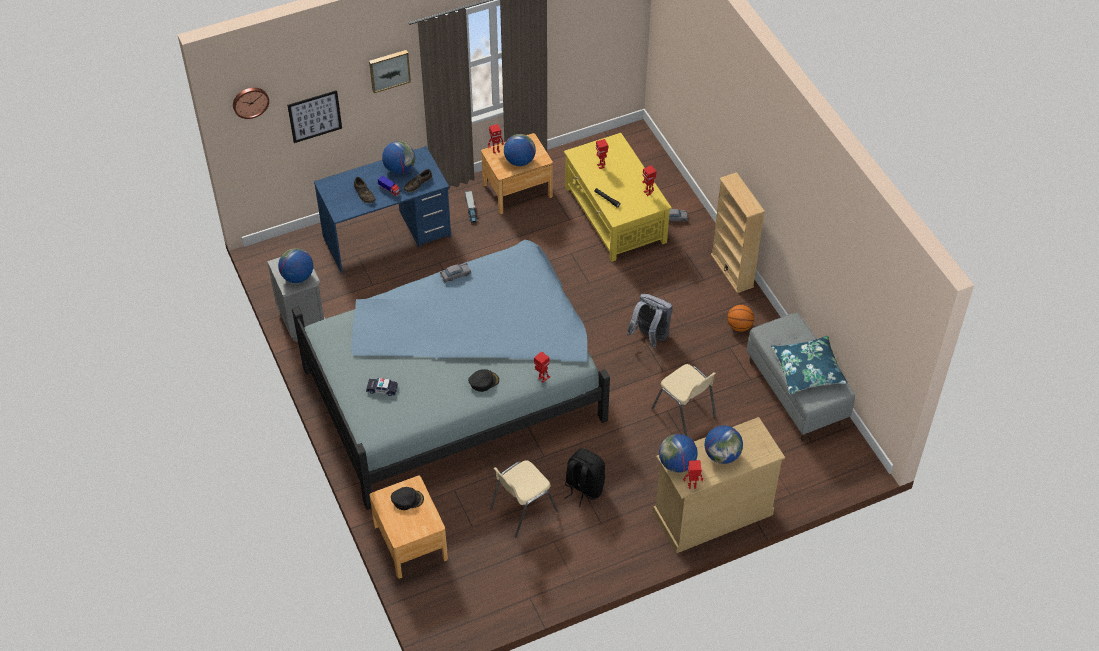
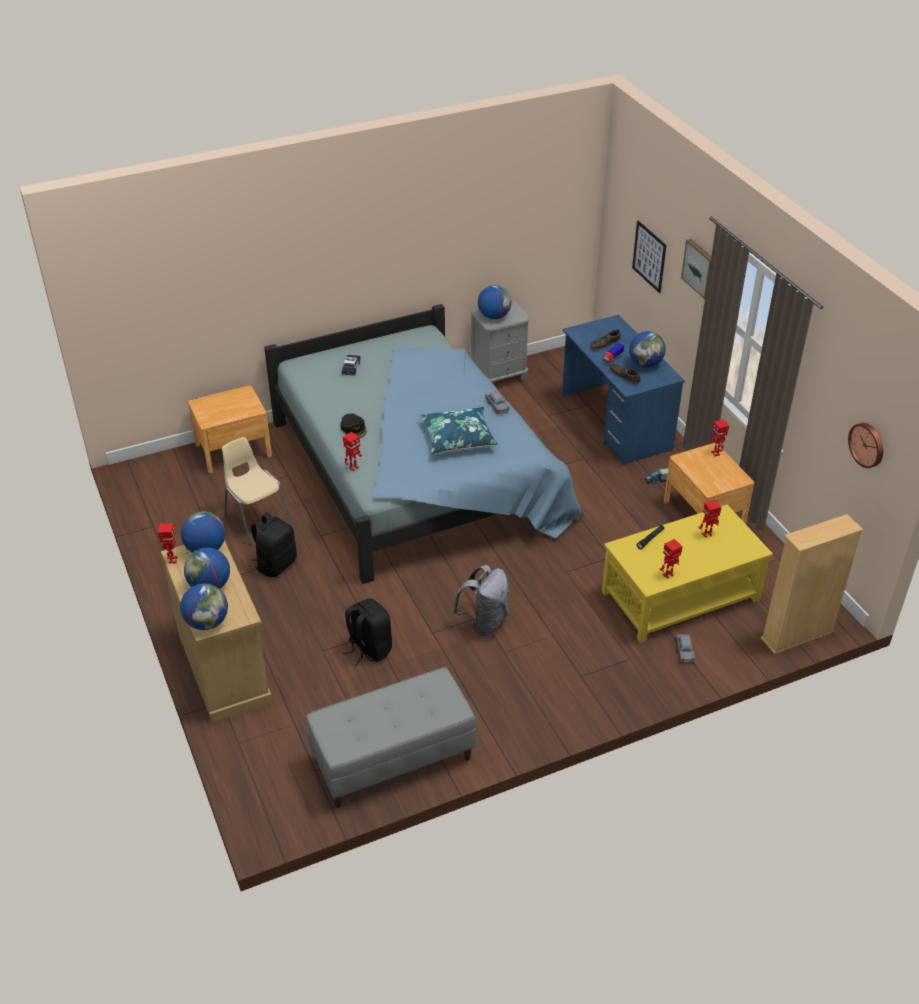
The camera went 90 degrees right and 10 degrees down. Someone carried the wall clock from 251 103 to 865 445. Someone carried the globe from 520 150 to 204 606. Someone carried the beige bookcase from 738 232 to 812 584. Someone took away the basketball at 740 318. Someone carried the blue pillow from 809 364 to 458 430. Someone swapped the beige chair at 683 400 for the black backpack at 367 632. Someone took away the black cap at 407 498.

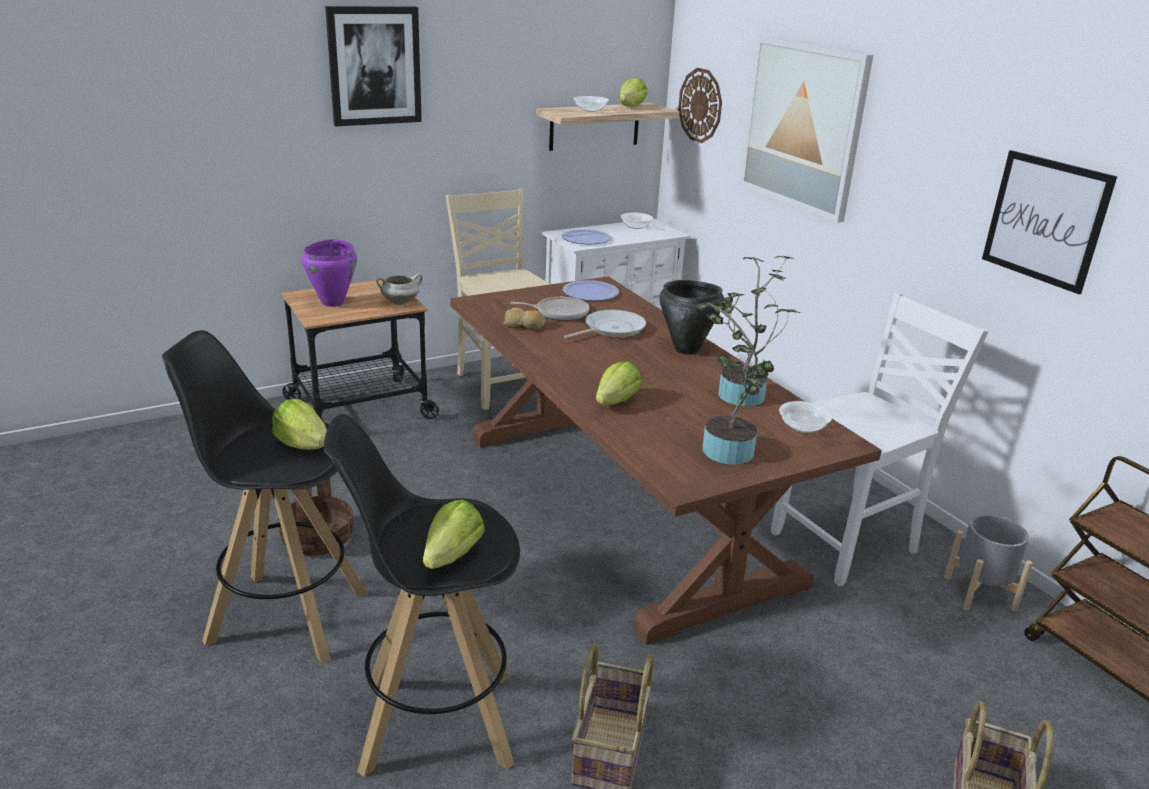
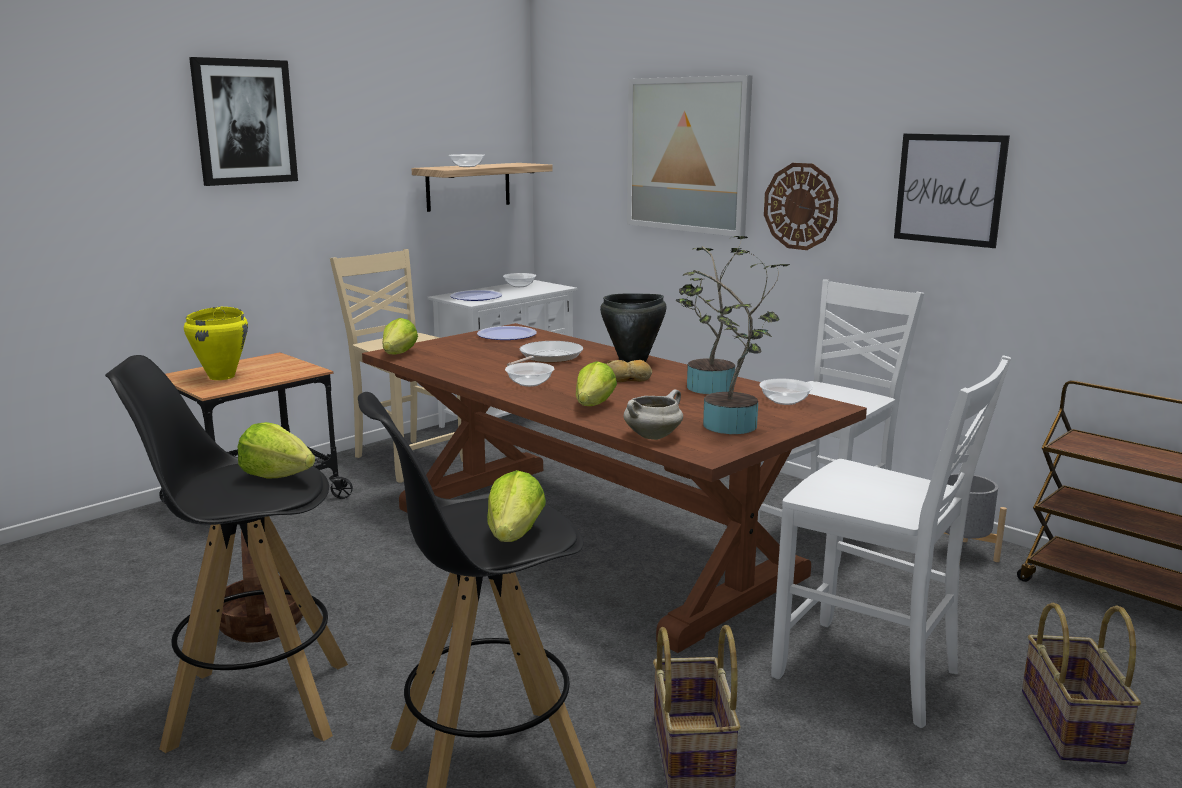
The camera went 15 degrees left and 10 degrees down. Someone carried the wall clock from 700 105 to 801 206. Someone carried the lettuce from 633 91 to 400 336. Someone repainted the purple cooking pot at 329 273, which became the yellow cooking pot at 216 343. Someone carried the white cooking pot from 399 289 to 653 414. Someone took away the frying pan at 550 309. Someone carried the bread from 525 319 to 629 371. Someone put down the white chair at 891 541. Someone put down the bowl at 529 374.

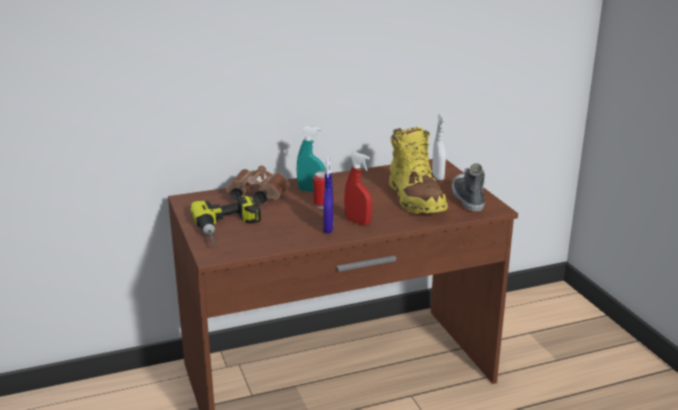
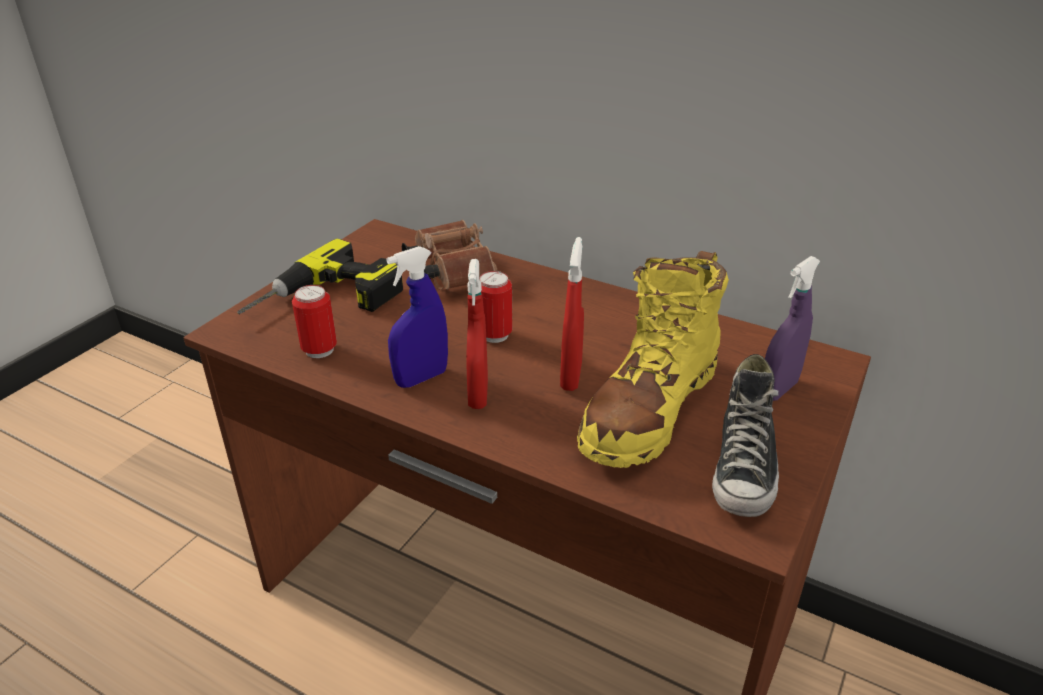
The camera went 50 degrees right and 10 degrees up. Someone repainted the white spray bottle at 439 147, which became the purple spray bottle at 792 328. Someone took away the turquoise spray bottle at 311 159. Someone rotated the shoe at 468 187 by 150 degrees clockwise. Someone put down the red spray bottle at 572 314. Someone put down the can at 314 321.

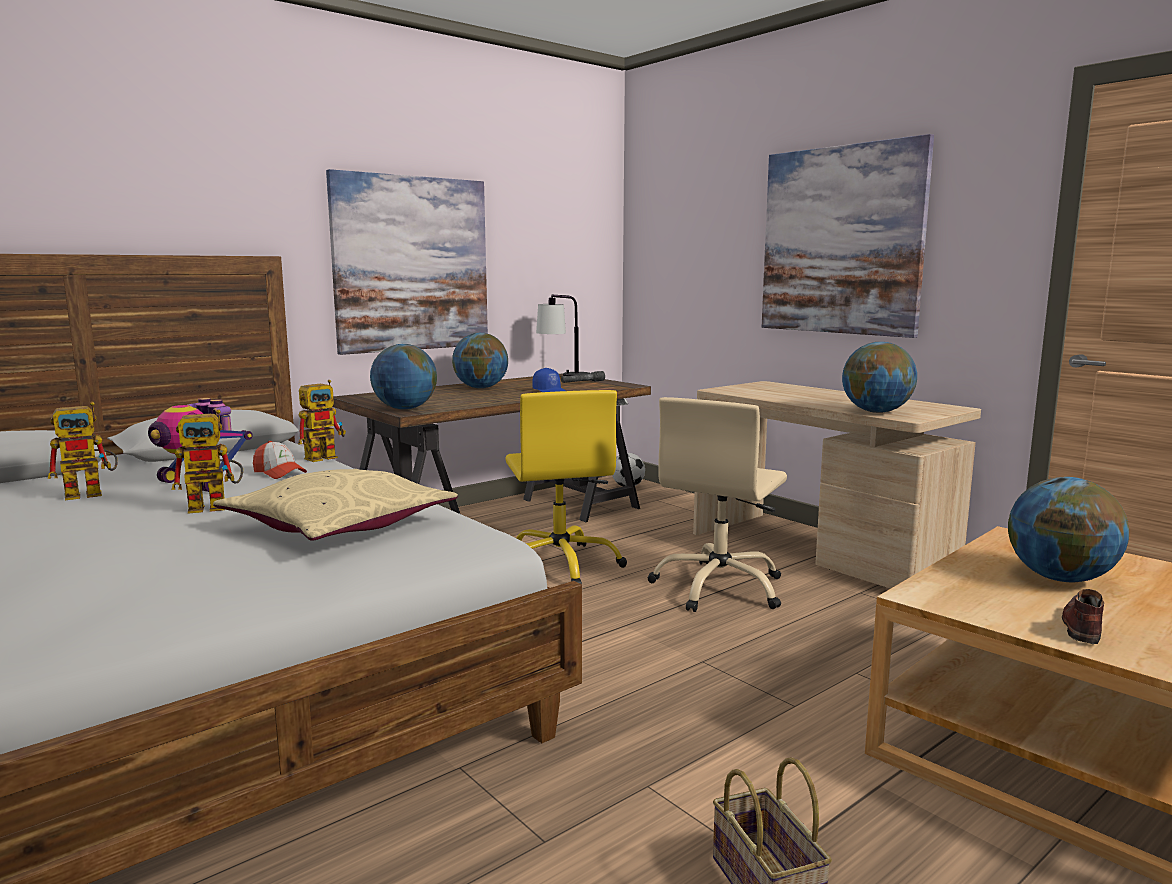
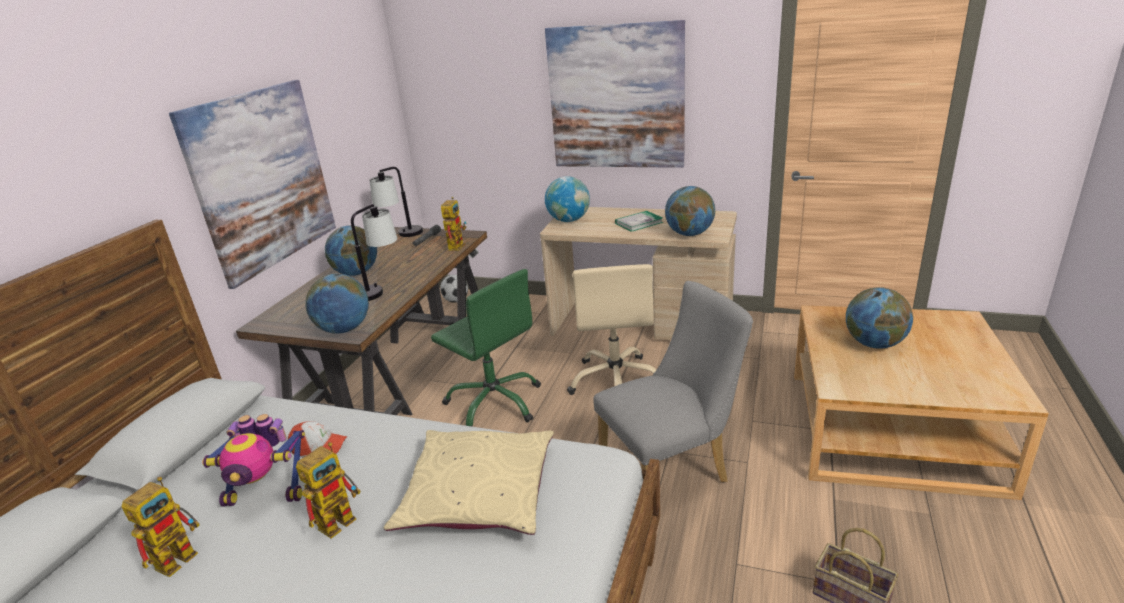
The camera went 30 degrees left and 15 degrees up. Someone took away the blue cap at 549 380. Someone carried the toy robot from 322 421 to 454 224. Someone repainted the yellow office chair at 566 487, which became the green office chair at 486 348. Someone took away the brown shoe at 1083 616. Someone put down the globe at 567 199. Someone put down the table lamp at 374 252. Someone put down the book at 639 221. Someone put down the grey chair at 673 381.

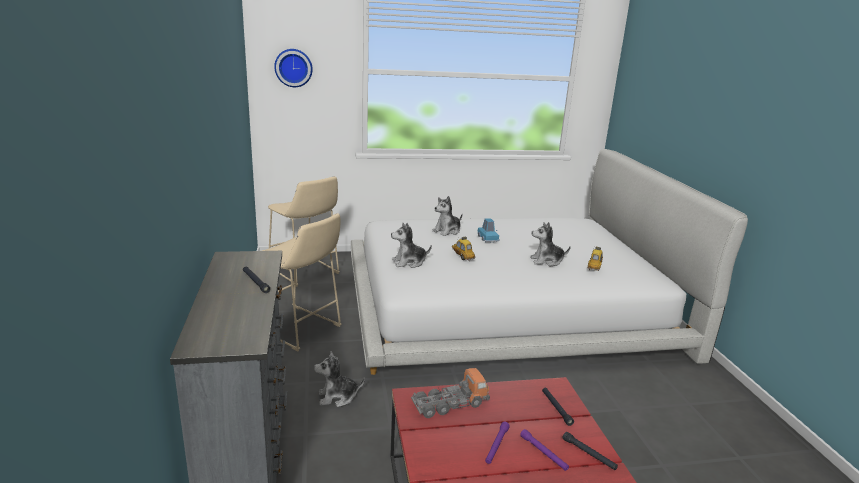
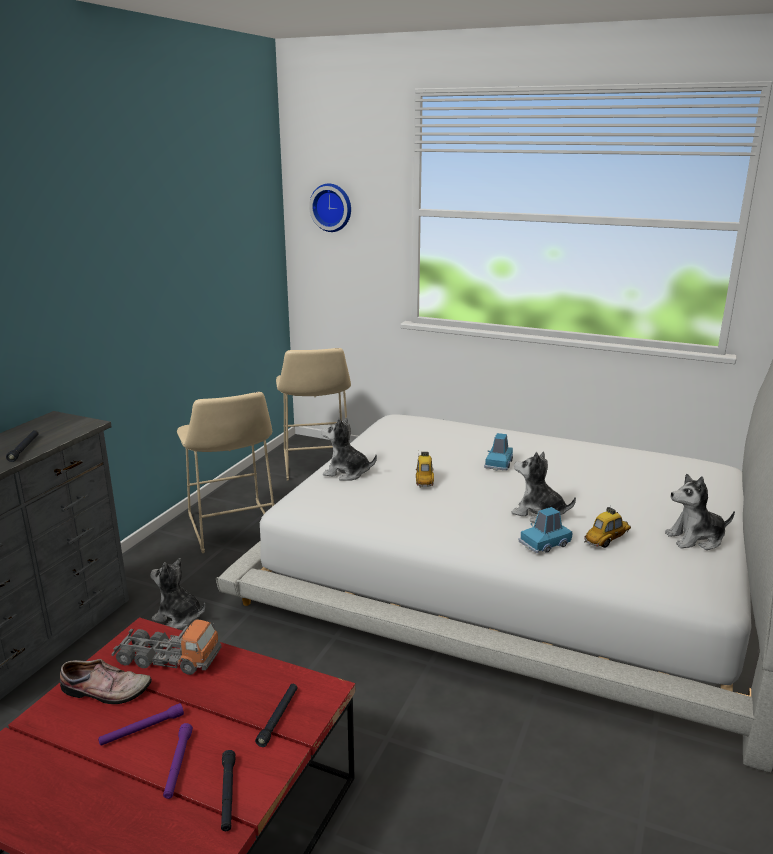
The camera went 35 degrees right and 0 degrees up. Someone carried the plush toy from 447 216 to 700 512. Someone put down the blue toy car at 545 530. Someone put down the shoe at 106 681.

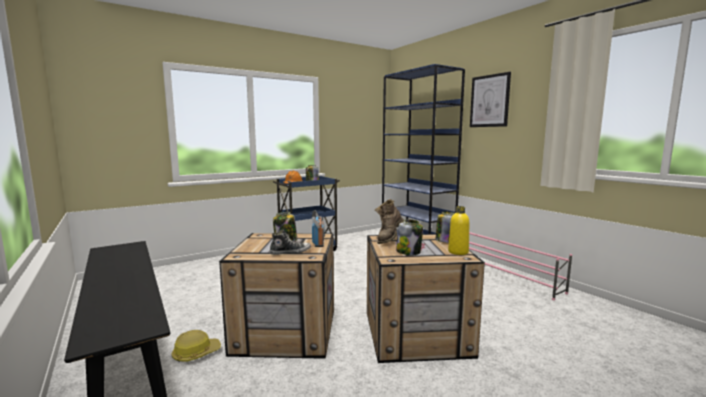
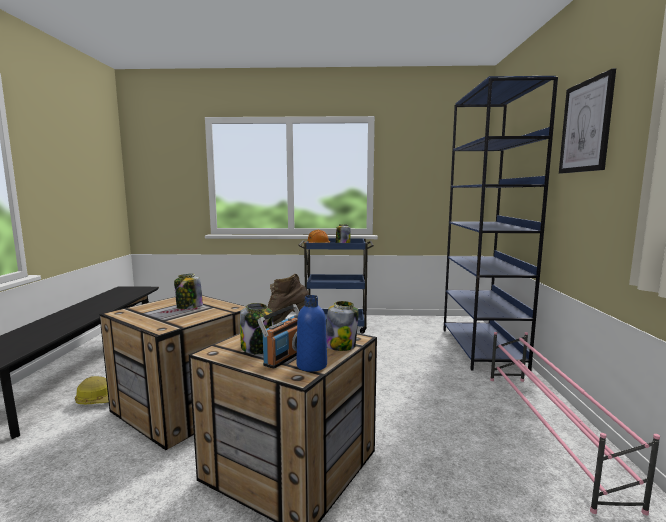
The camera went 35 degrees right and 0 degrees up. Someone repainted the yellow bottle at 458 230, which became the blue bottle at 312 333. Someone carried the radio from 318 228 to 278 336. Someone took away the shoe at 290 242.

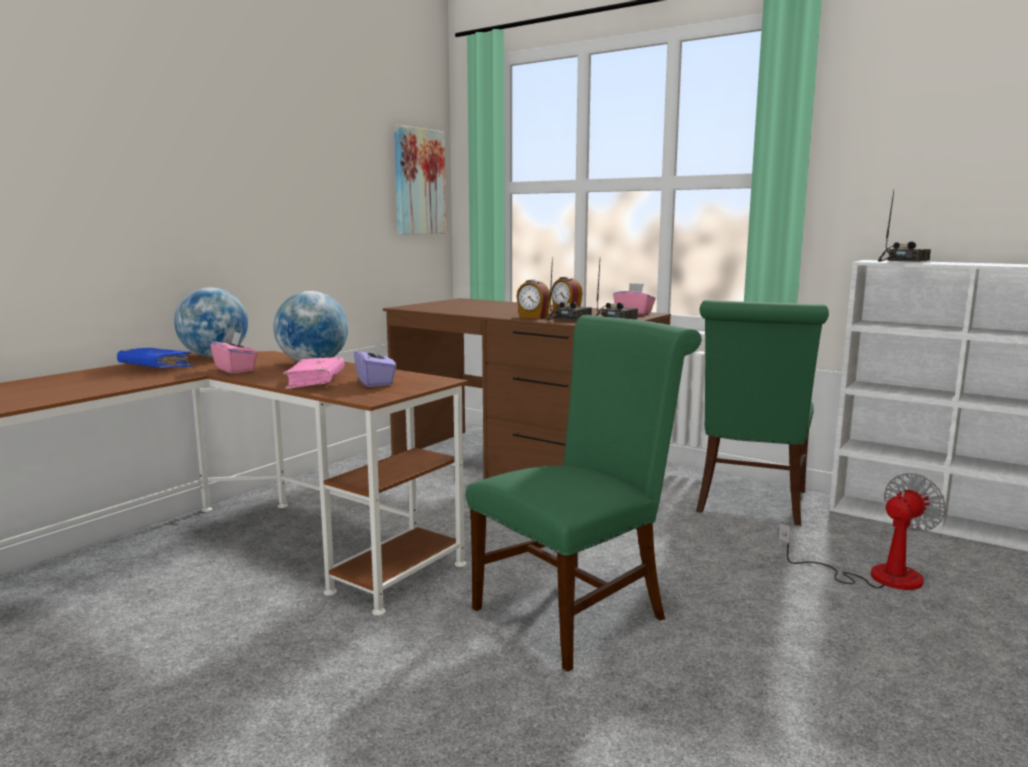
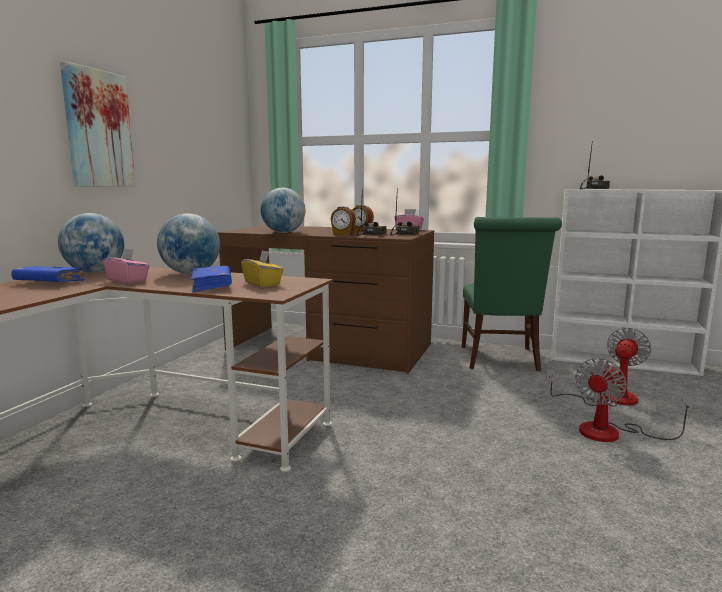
The camera went 15 degrees left and 0 degrees up. Someone carried the picture from 420 180 to 98 124. Someone took away the green chair at 584 493. Someone repainted the purple tissue box at 375 364, which became the yellow tissue box at 262 268. Someone repainted the pink book at 314 373, which became the blue book at 211 279. Someone put down the globe at 283 210. Someone put down the fan at 635 400.

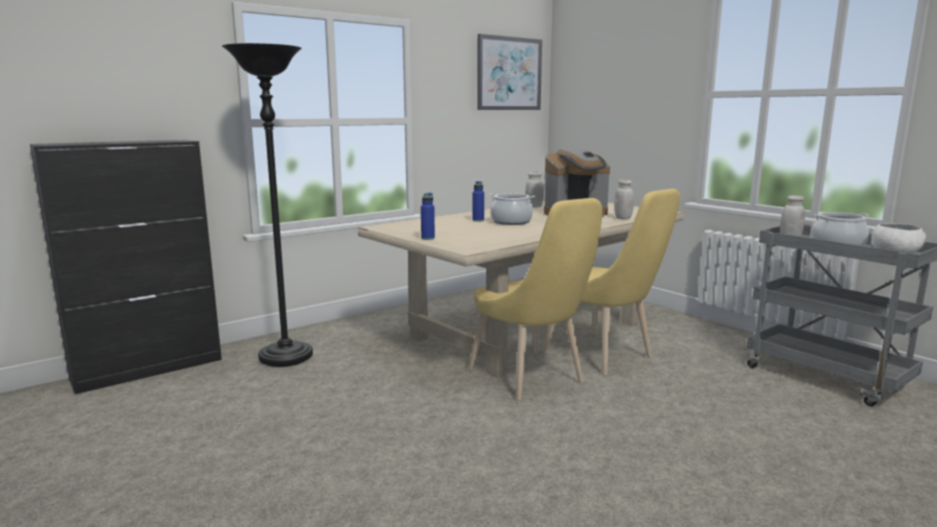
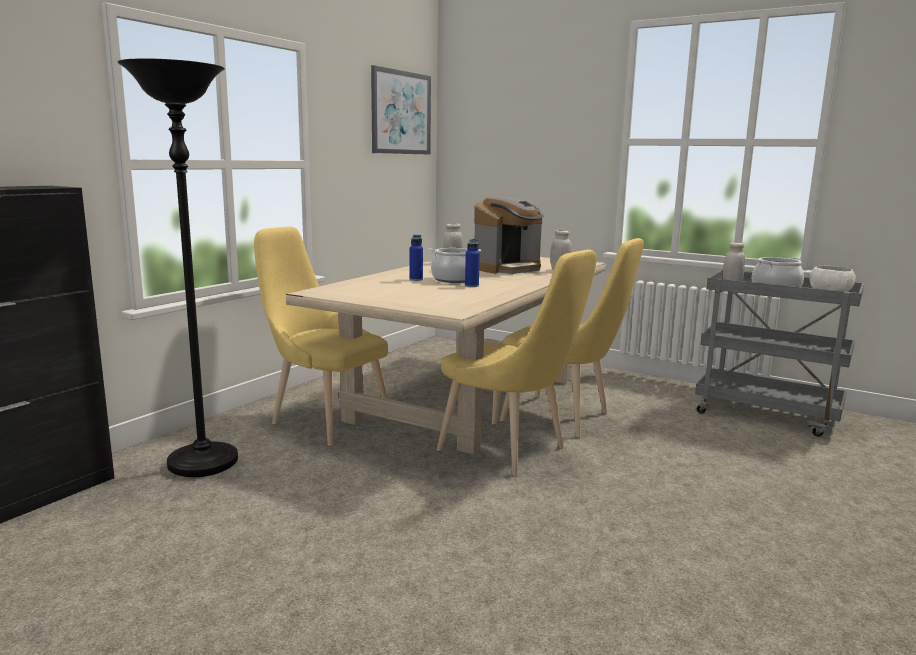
The camera went 20 degrees left and 0 degrees up. Someone carried the blue bottle from 428 216 to 472 263. Someone put down the yellow chair at 321 336.

